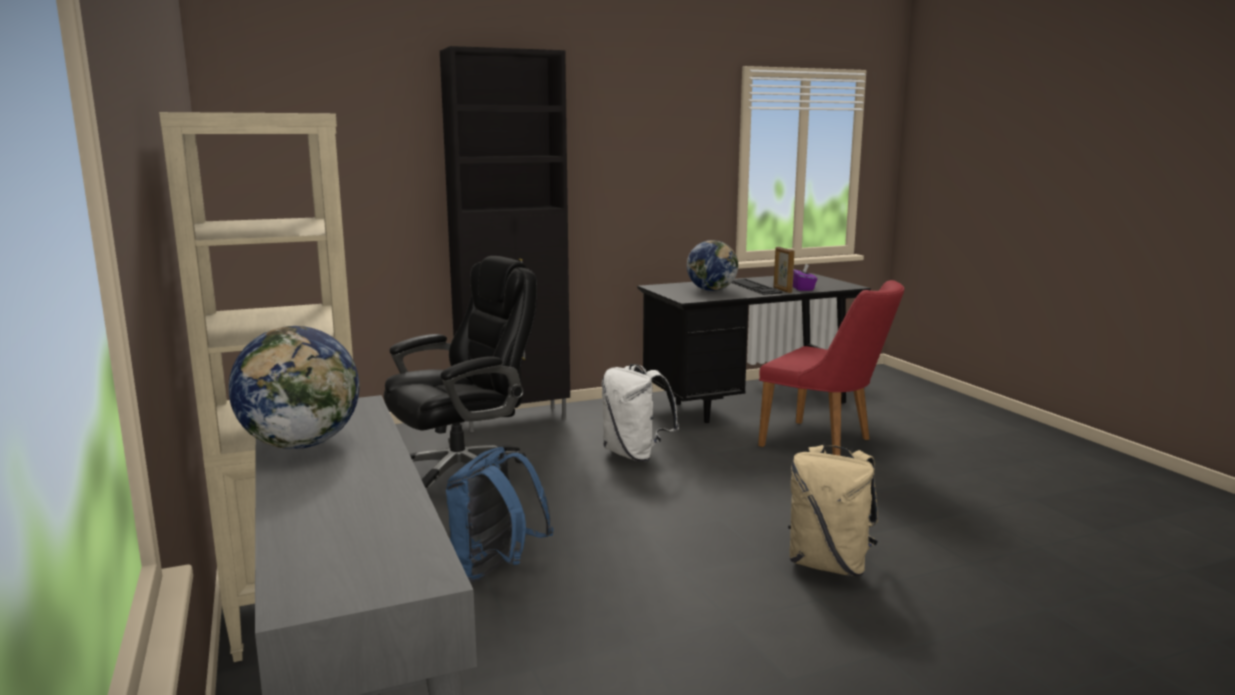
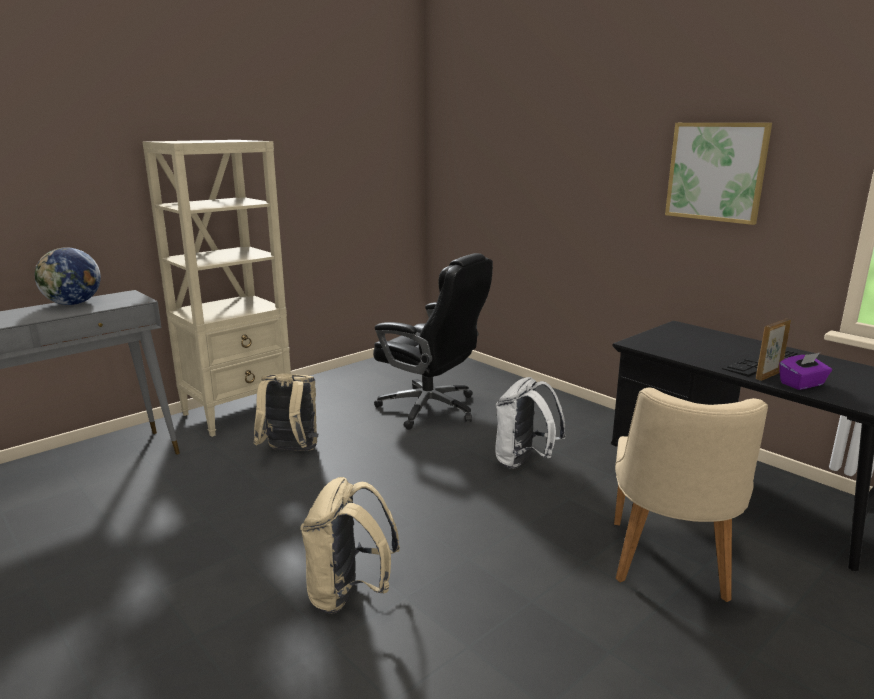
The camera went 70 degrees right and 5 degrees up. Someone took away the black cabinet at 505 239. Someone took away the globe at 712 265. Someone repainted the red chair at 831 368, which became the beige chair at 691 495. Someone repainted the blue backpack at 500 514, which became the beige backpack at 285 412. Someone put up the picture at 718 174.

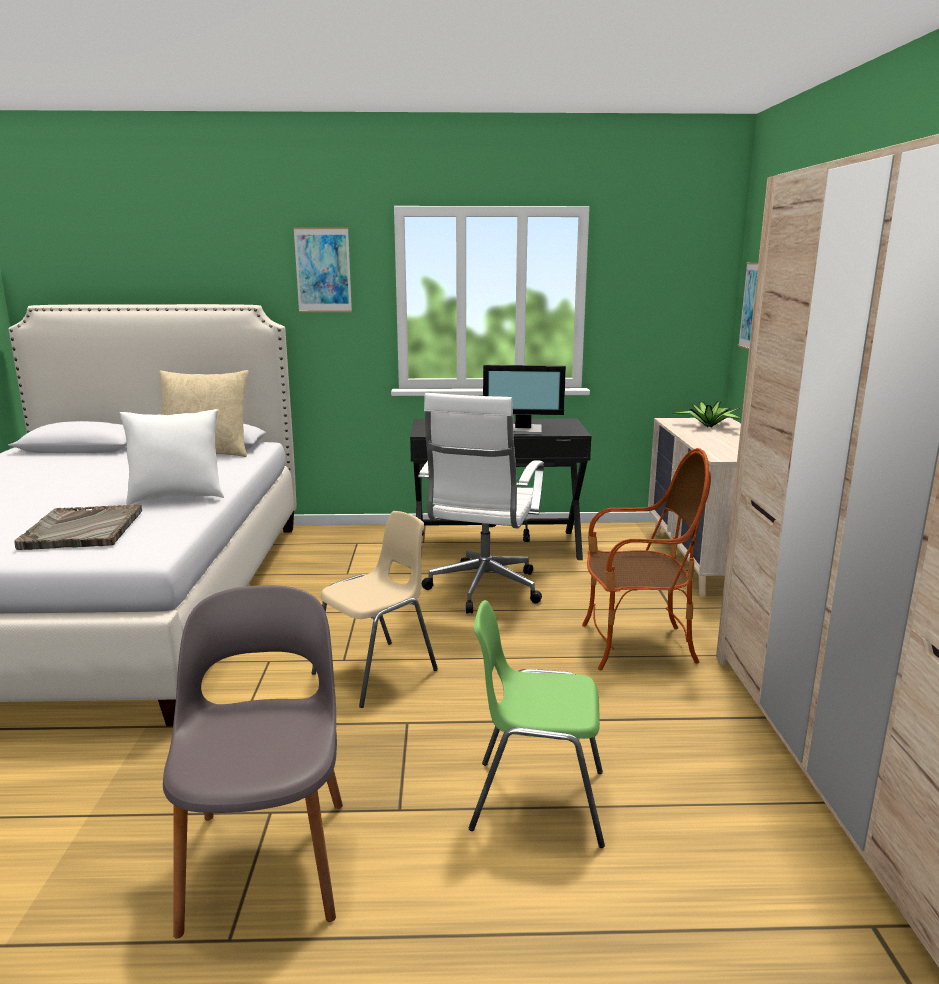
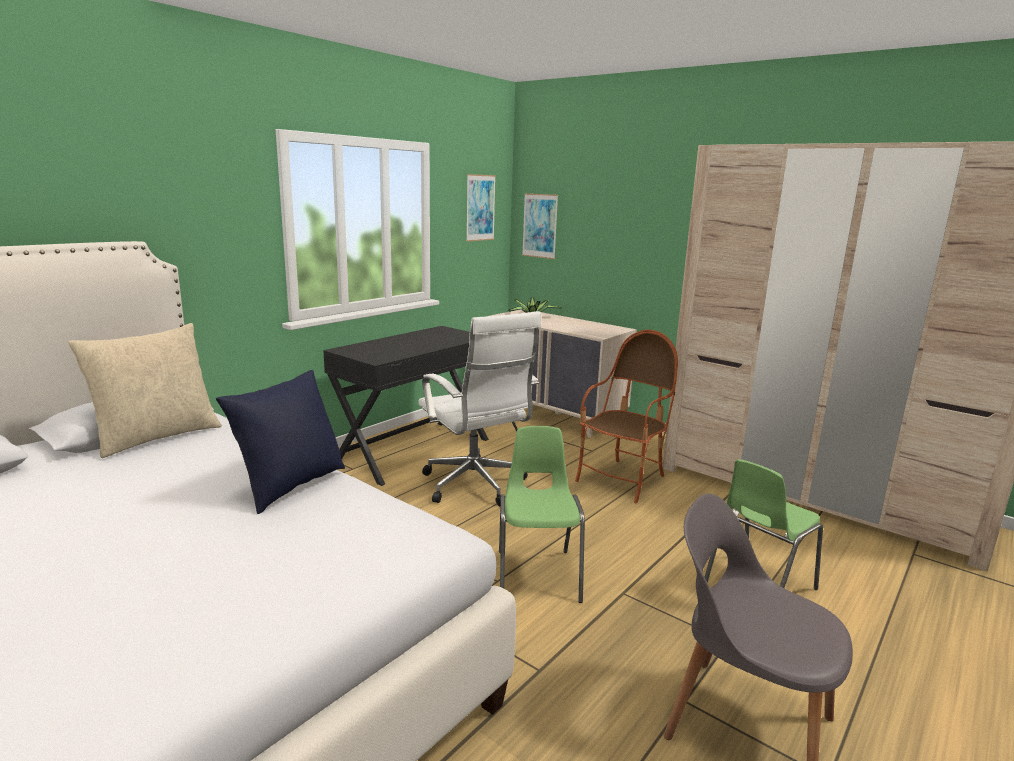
The camera went 50 degrees left and 0 degrees up. Someone carried the picture from 322 269 to 481 208. Someone took away the monitor at 524 400. Someone repainted the white pillow at 172 457, which became the blue pillow at 280 442. Someone took away the grey tray at 78 527. Someone repainted the beige chair at 375 609, which became the green chair at 542 514.

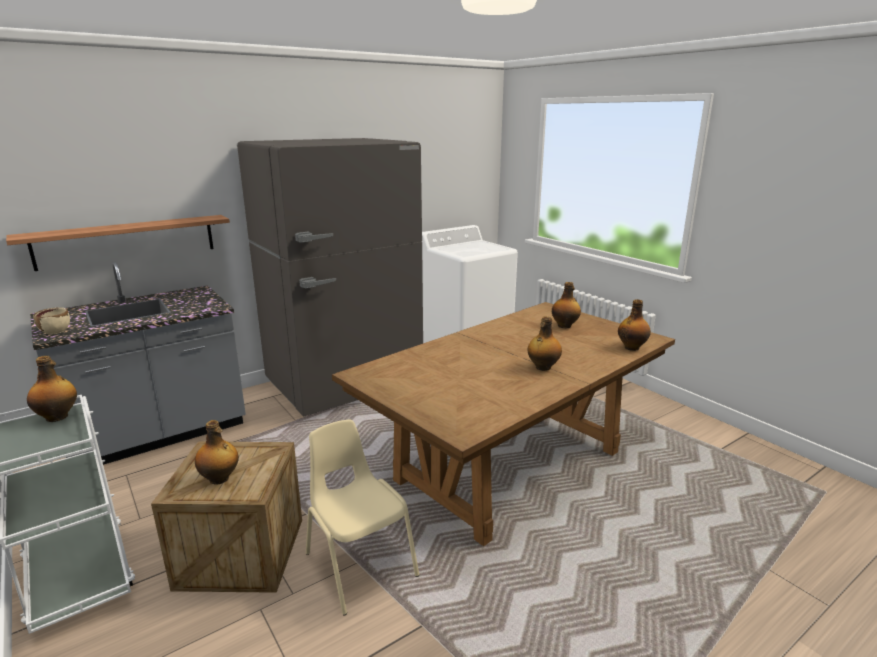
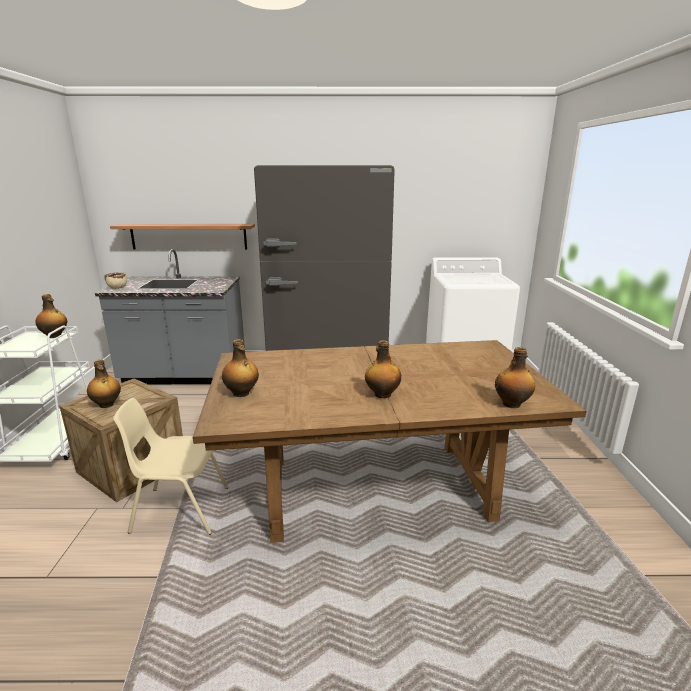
The camera went 35 degrees right and 0 degrees up. Someone carried the bottle from 566 305 to 240 368. Someone rotated the beige chair at 362 517 by 90 degrees counterclockwise.

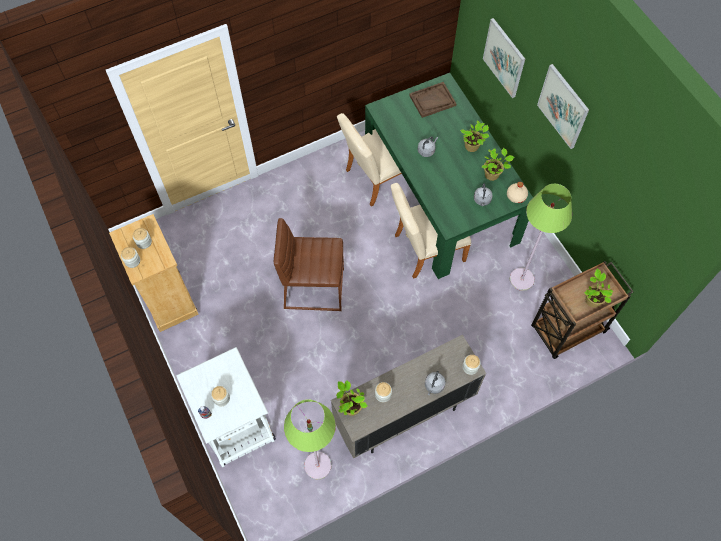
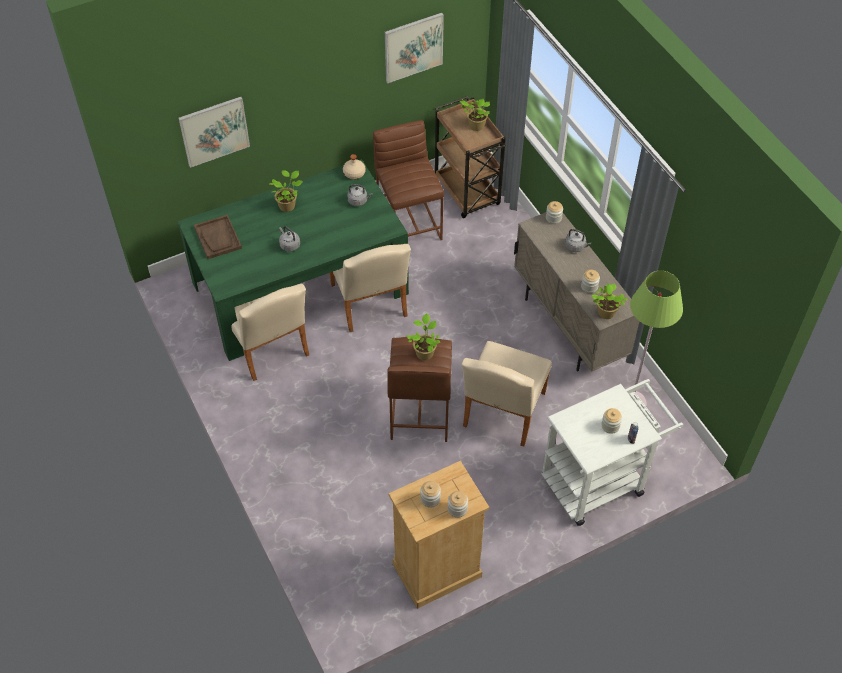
The camera went 90 degrees left and 10 degrees down. Someone carried the picture from 563 106 to 414 48. Someone carried the potted plant from 498 164 to 423 336. Someone swapped the green floor lamp at 541 237 for the brown stool at 408 180. Someone put down the beige chair at 507 394.

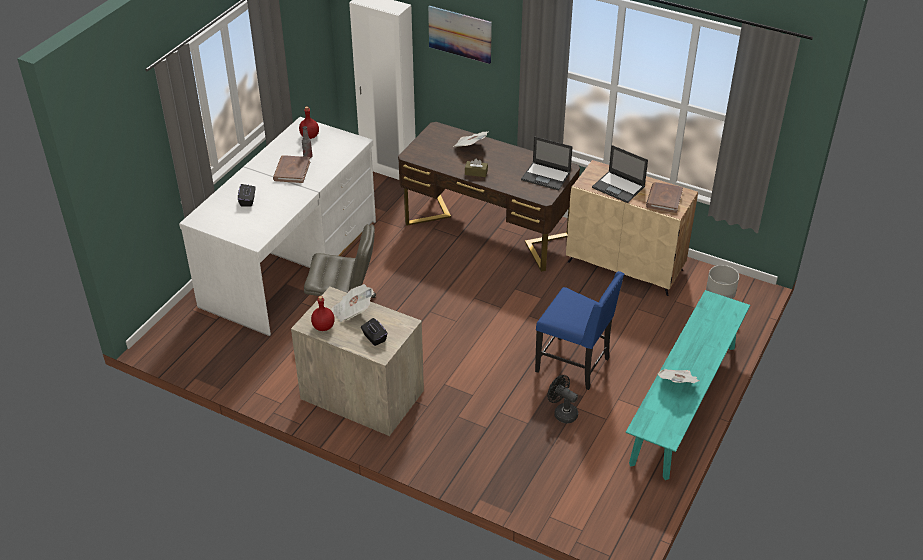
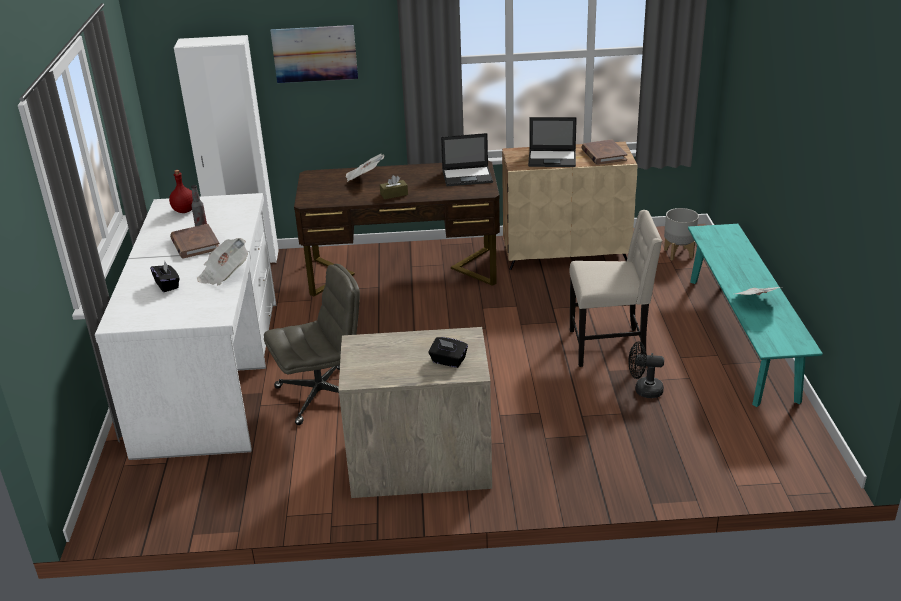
The camera went 30 degrees left and 10 degrees down. Someone repainted the blue chair at 579 330, which became the beige chair at 615 288. Someone carried the newspaper from 352 303 to 222 261. Someone took away the red bottle at 323 313.

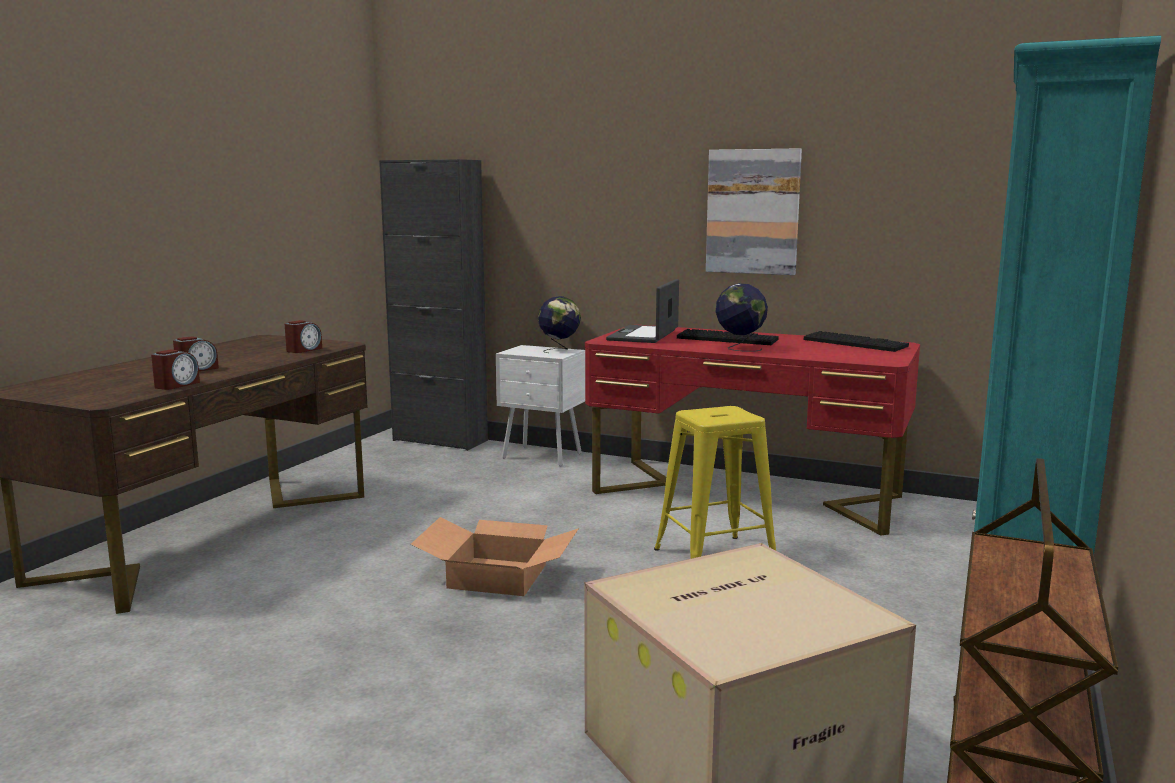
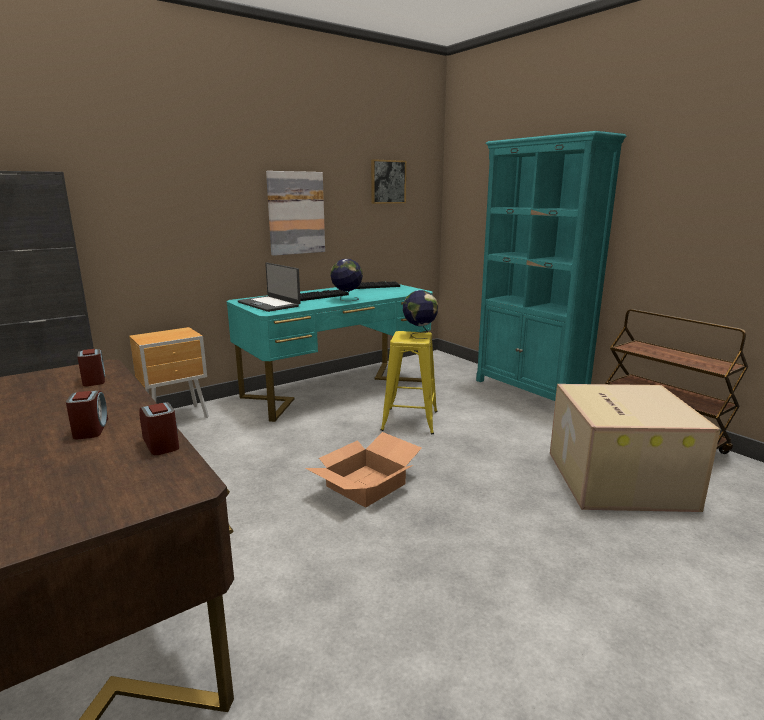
The camera went 60 degrees left and 5 degrees up. Someone carried the globe from 559 324 to 420 314. Someone repainted the red desk at 752 430, which became the turquoise desk at 329 353. Someone repainted the white nightstand at 540 406, which became the brown nightstand at 169 372. Someone put up the picture at 388 181.

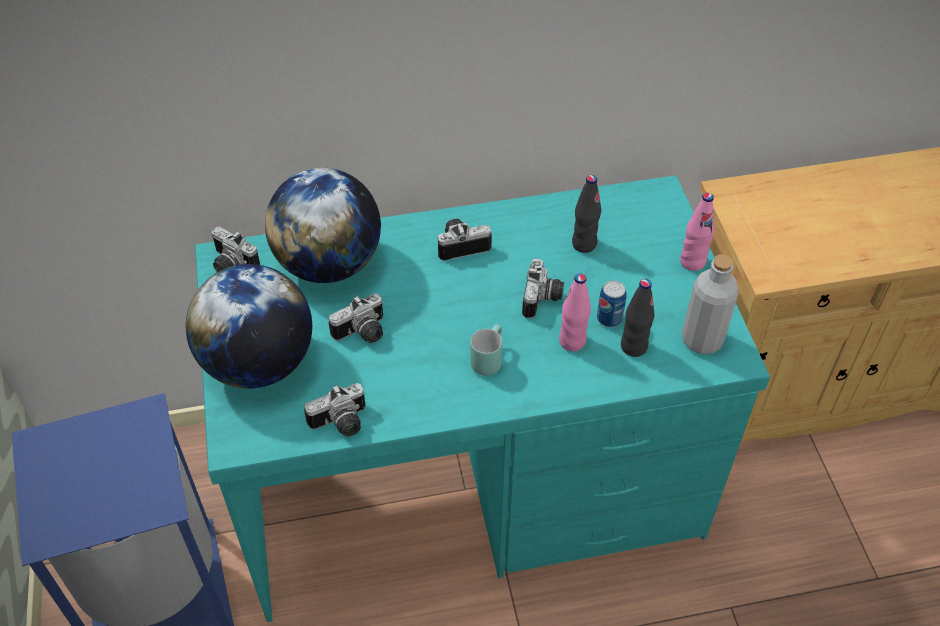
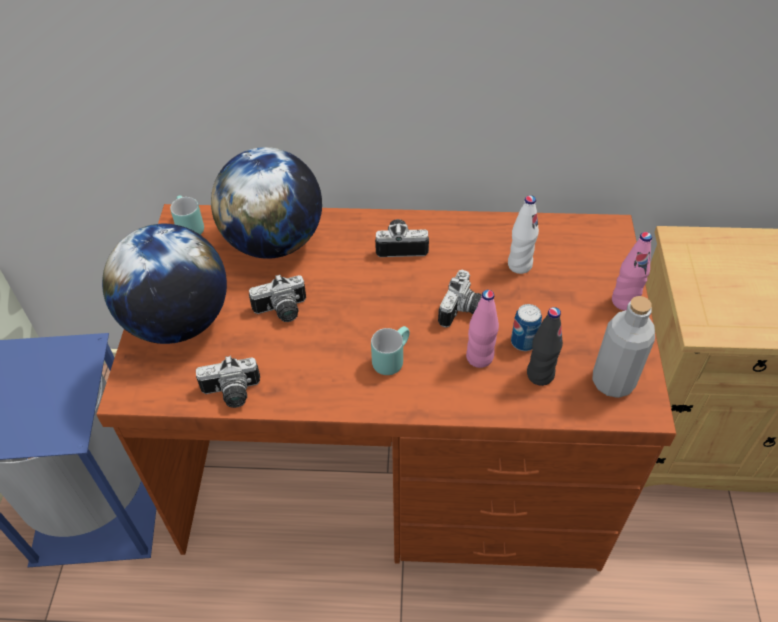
The camera went 15 degrees right and 0 degrees up. Someone repainted the turquoise desk at 482 398, which became the brown desk at 386 387. Someone repainted the black bottle at 586 214, which became the white bottle at 523 234. Someone swapped the photo camera at 235 249 for the turquoise mug at 187 215.

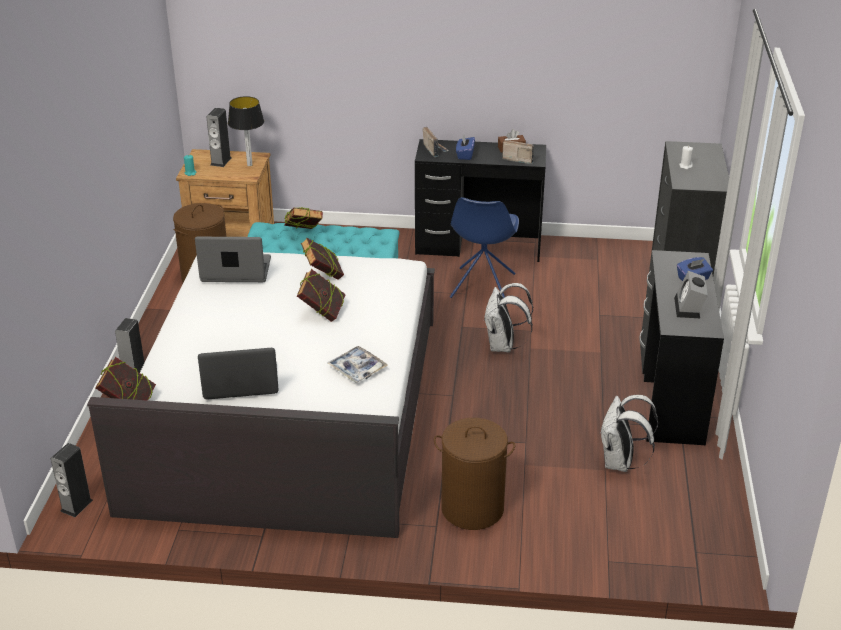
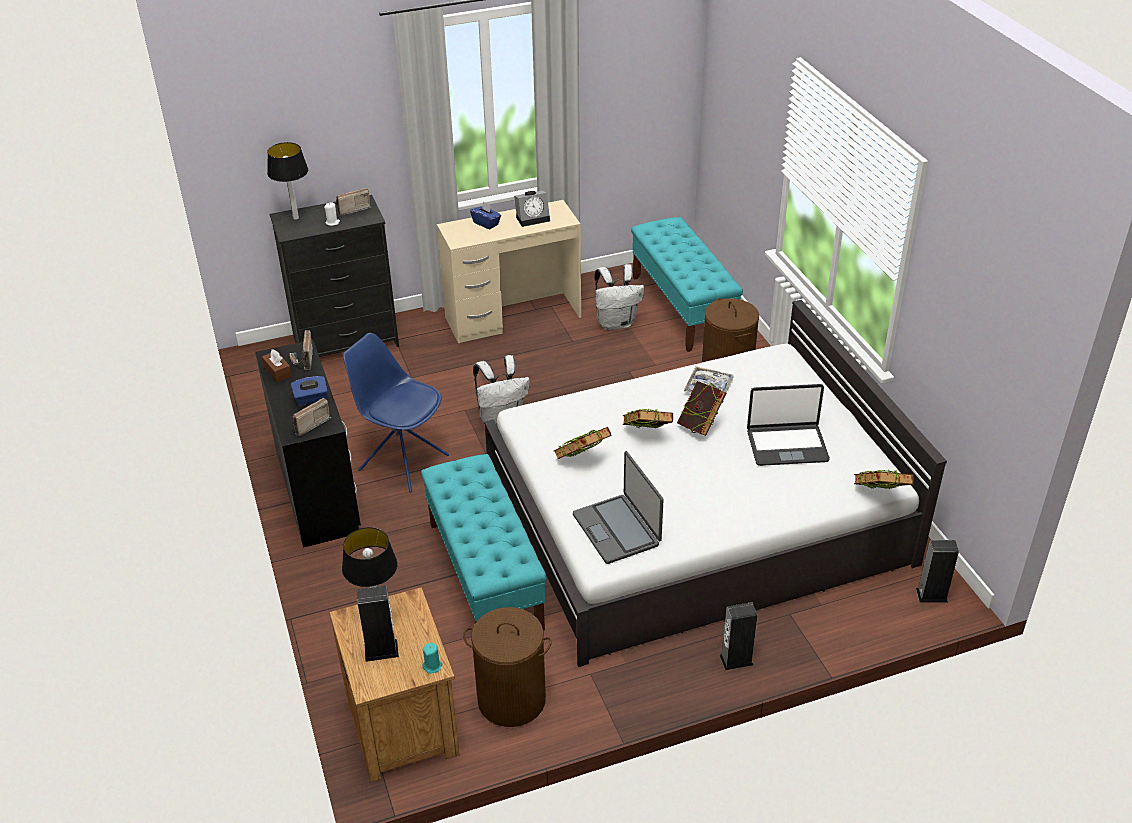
The camera went 115 degrees left and 5 degrees up. Someone rotated the blue chair at 484 247 by 135 degrees counterclockwise. Someone carried the book from 303 218 to 701 408. Someone repainted the black desk at 681 347, which became the beige desk at 509 271. Someone rotated the laptop at 238 374 by 60 degrees counterclockwise. Someone put down the table lamp at 287 181. Someone put down the radio at 353 202. Someone put down the turquoise bench at 687 284.

